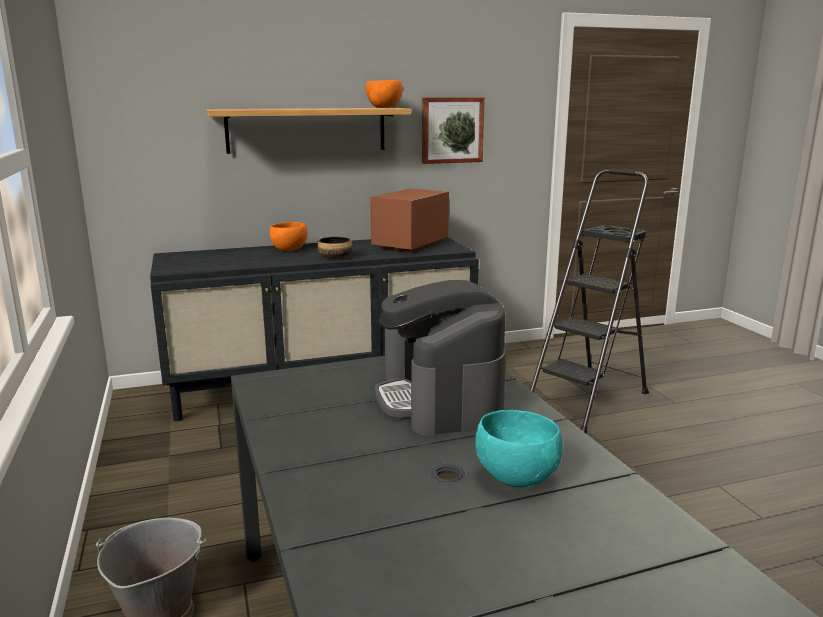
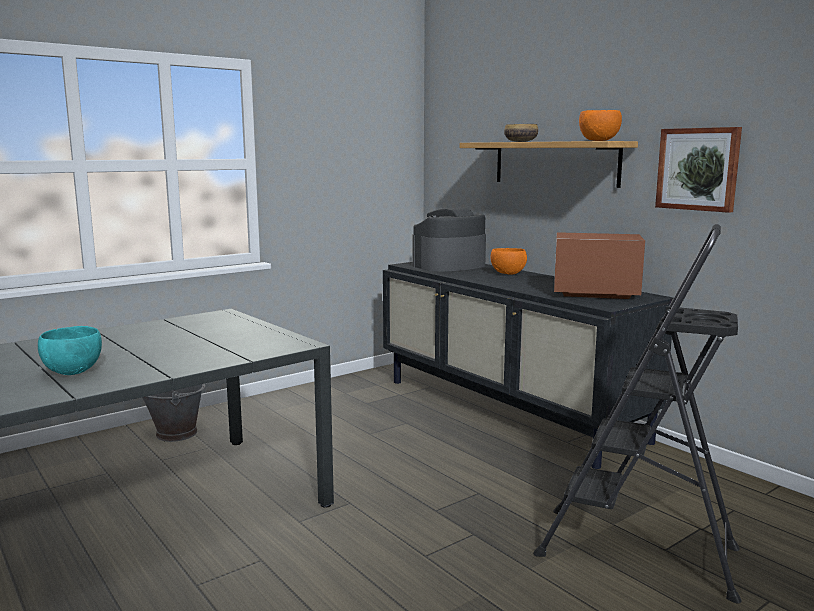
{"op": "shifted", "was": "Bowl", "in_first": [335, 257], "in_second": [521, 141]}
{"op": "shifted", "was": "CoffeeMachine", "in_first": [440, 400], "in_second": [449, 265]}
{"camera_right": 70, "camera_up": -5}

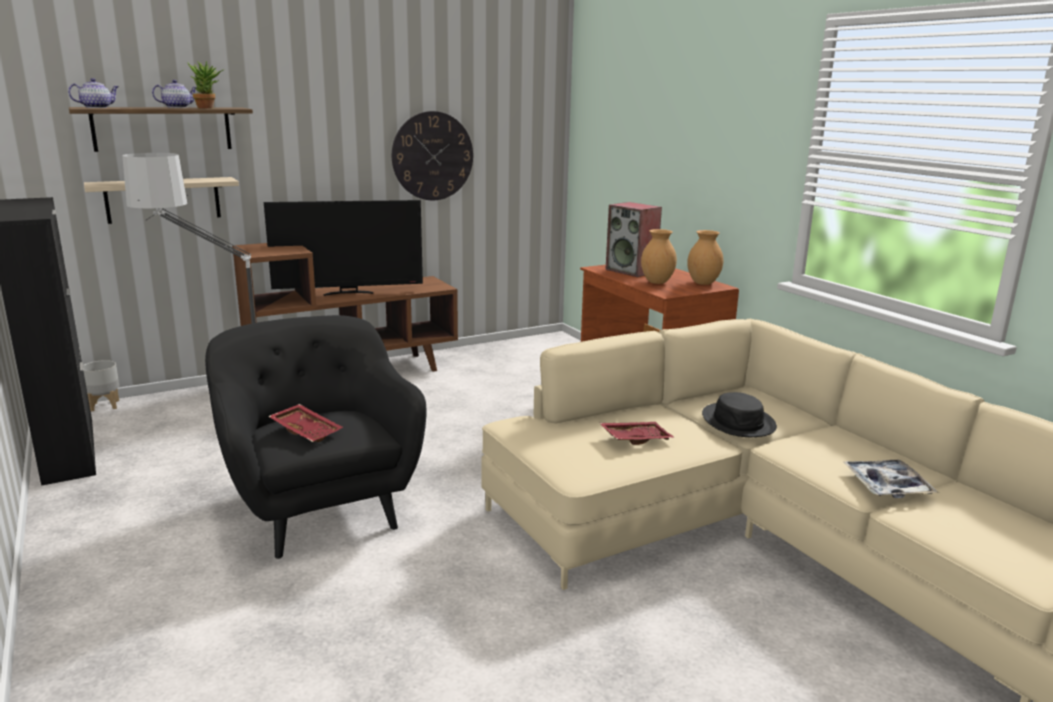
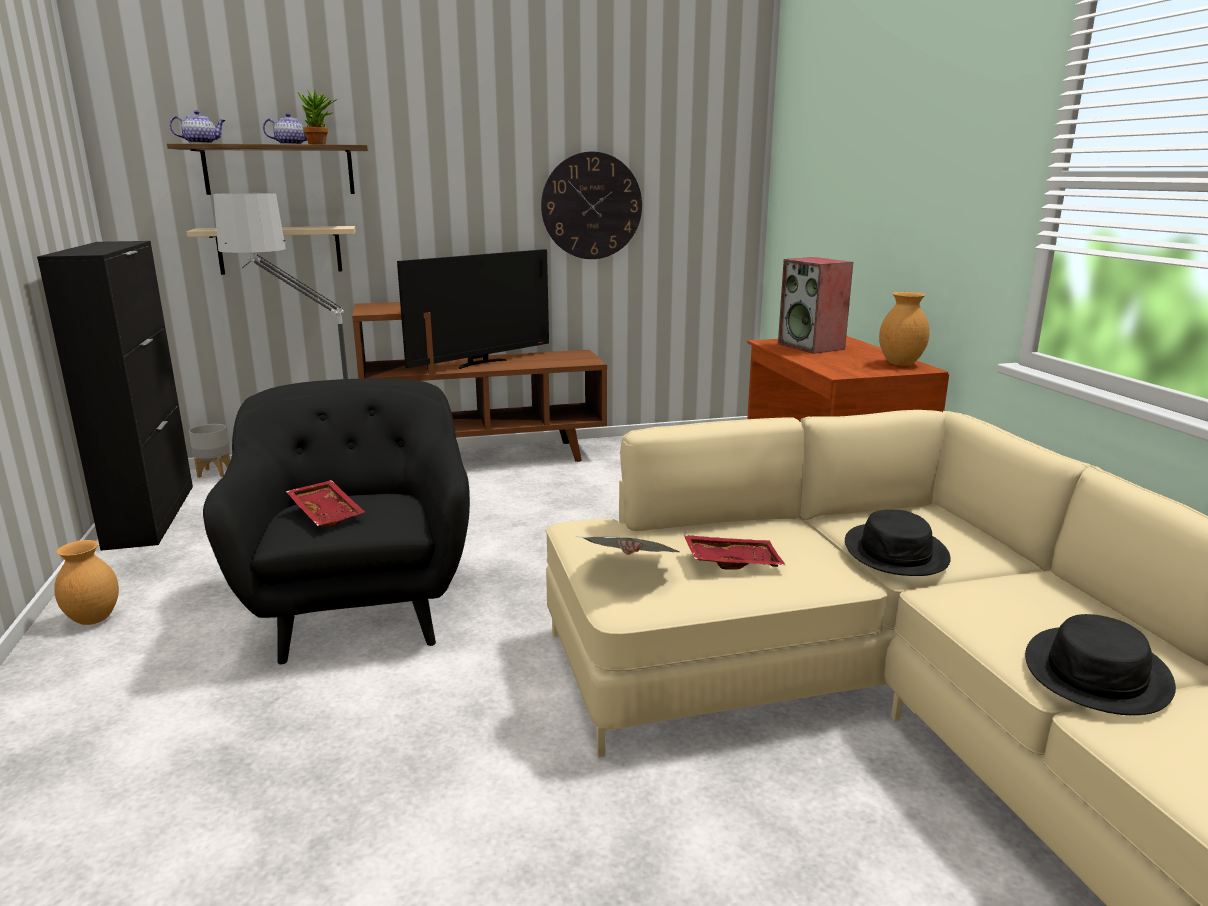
{"op": "new", "now": "Newspaper", "in_second": [630, 570]}
{"op": "shifted", "was": "BrownVase", "in_first": [656, 282], "in_second": [94, 619]}
{"op": "swapped", "was": "Tray", "now": "BlackHat", "in_first": [887, 485], "in_second": [1097, 673]}
{"op": "rotated", "was": "Television", "in_first": [349, 293], "in_second": [480, 363], "clockwise": -45}
{"camera_right": 15, "camera_up": 0}

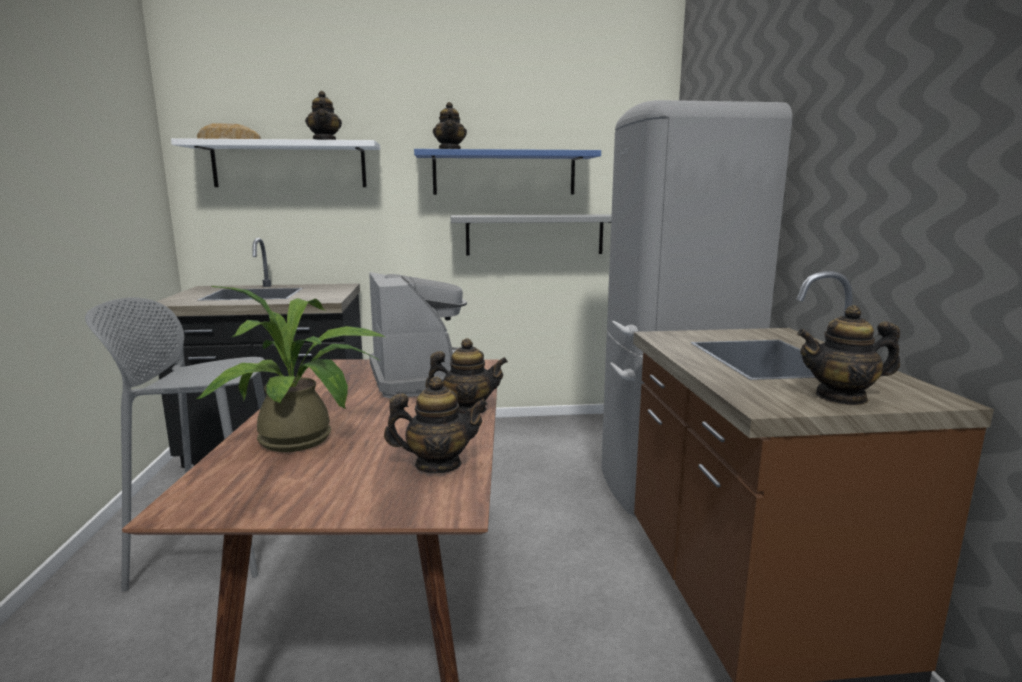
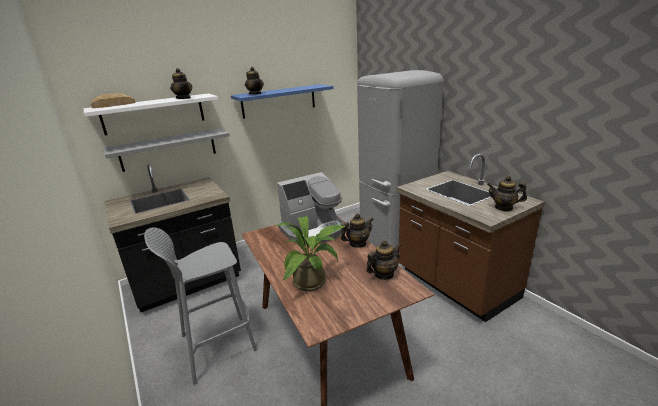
{"op": "shifted", "was": "GreyShelf", "in_first": [535, 234], "in_second": [168, 149]}
{"op": "rotated", "was": "CoffeeMachine", "in_first": [425, 377], "in_second": [313, 230], "clockwise": 105}
{"op": "rotated", "was": "Teapot", "in_first": [841, 397], "in_second": [503, 207], "clockwise": 45}
{"camera_right": -25, "camera_up": 10}

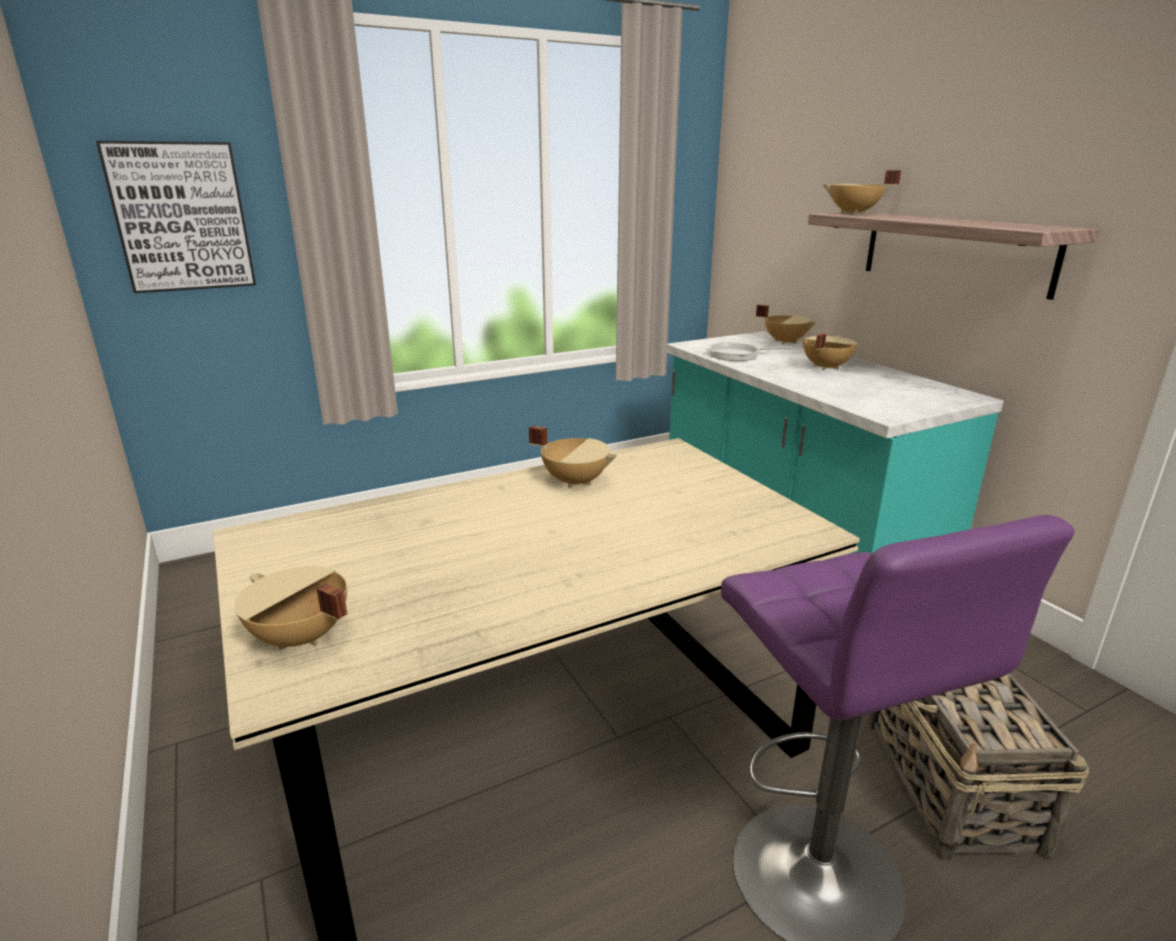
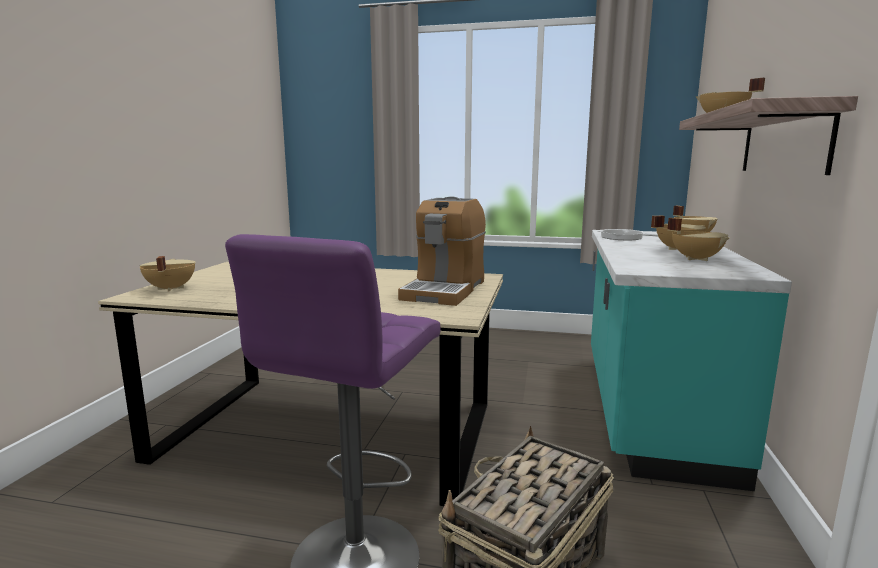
{"op": "gone", "was": "Picture", "in_first": [181, 217]}
{"op": "new", "now": "CoffeeMachine", "in_second": [445, 290]}
{"op": "shifted", "was": "BeigeCookingPot", "in_first": [575, 481], "in_second": [696, 259]}
{"camera_right": 40, "camera_up": -10}

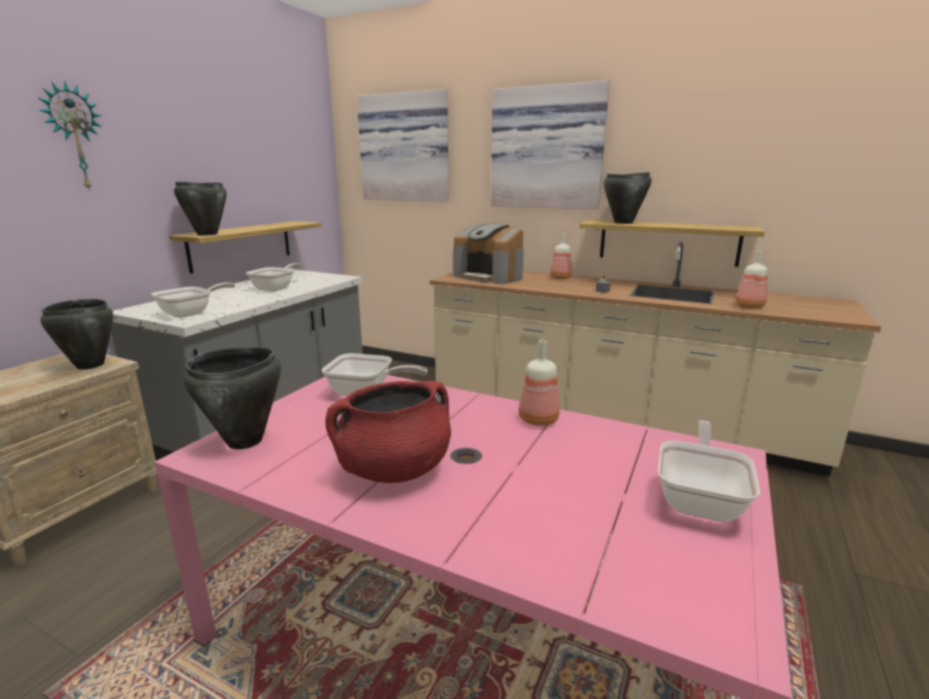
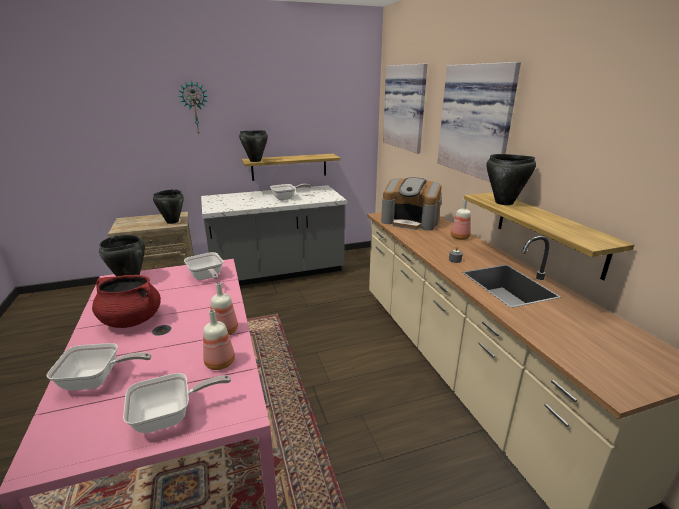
{"op": "shifted", "was": "FryingPan", "in_first": [191, 313], "in_second": [97, 380]}
{"op": "shifted", "was": "Bottle", "in_first": [749, 306], "in_second": [221, 362]}
{"op": "rotated", "was": "CoffeeMachine", "in_first": [489, 277], "in_second": [410, 221], "clockwise": -60}
{"camera_right": 45, "camera_up": 5}

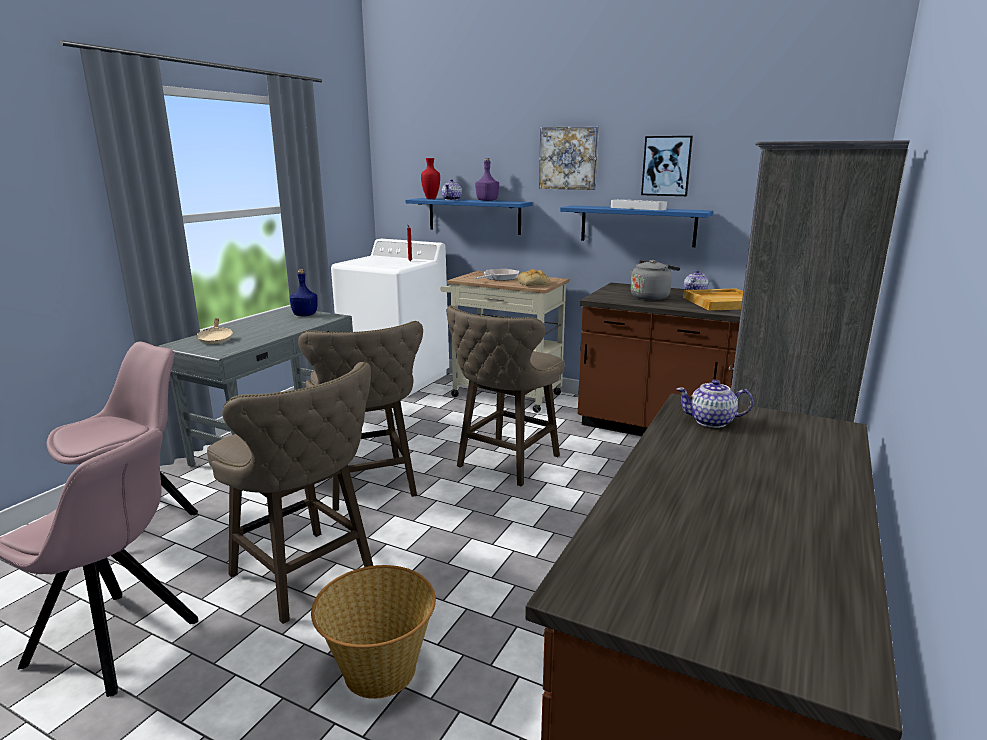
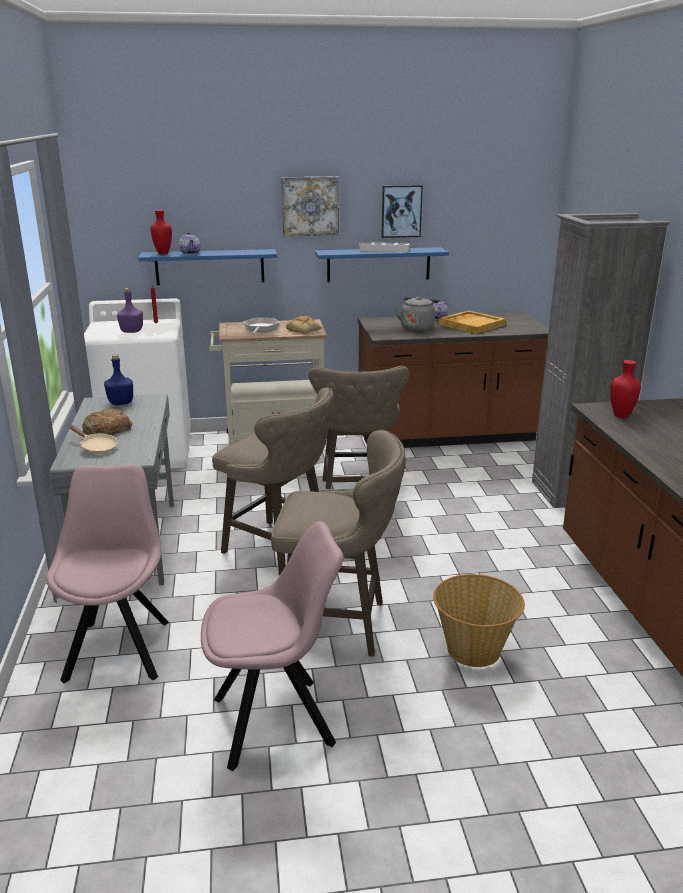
{"op": "new", "now": "Bread", "in_second": [106, 429]}
{"op": "shifted", "was": "PurpleBottle", "in_first": [486, 200], "in_second": [131, 331]}
{"op": "swapped", "was": "Teapot", "now": "RedVase", "in_first": [712, 422], "in_second": [622, 416]}
{"camera_right": -35, "camera_up": 5}

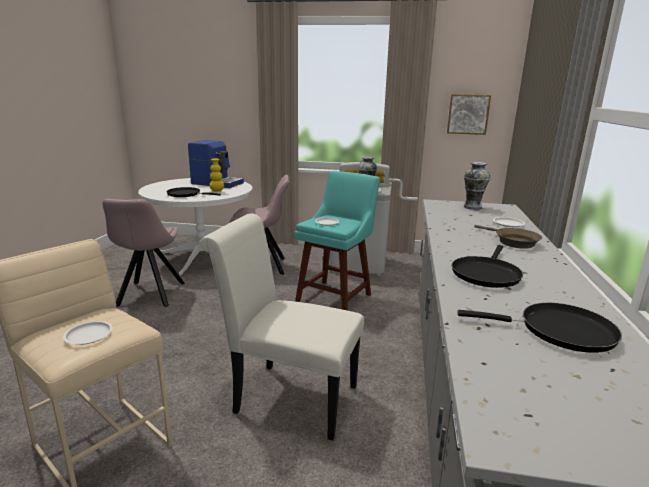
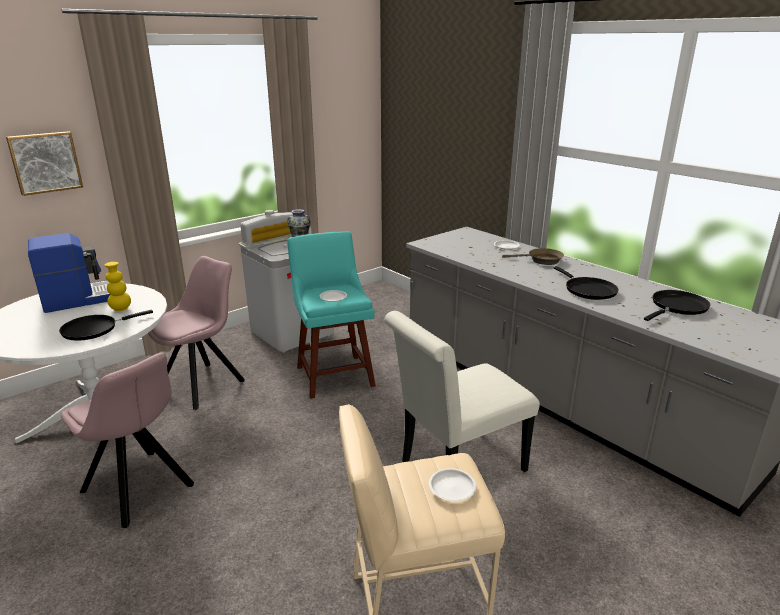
{"op": "gone", "was": "Vase", "in_first": [472, 207]}
{"op": "shifted", "was": "Picture", "in_first": [468, 114], "in_second": [45, 162]}
{"camera_right": -50, "camera_up": 5}

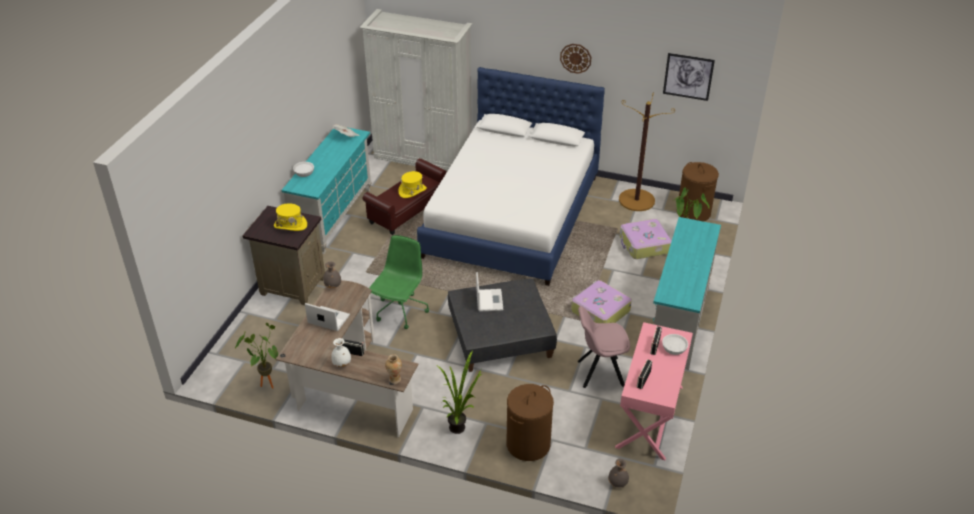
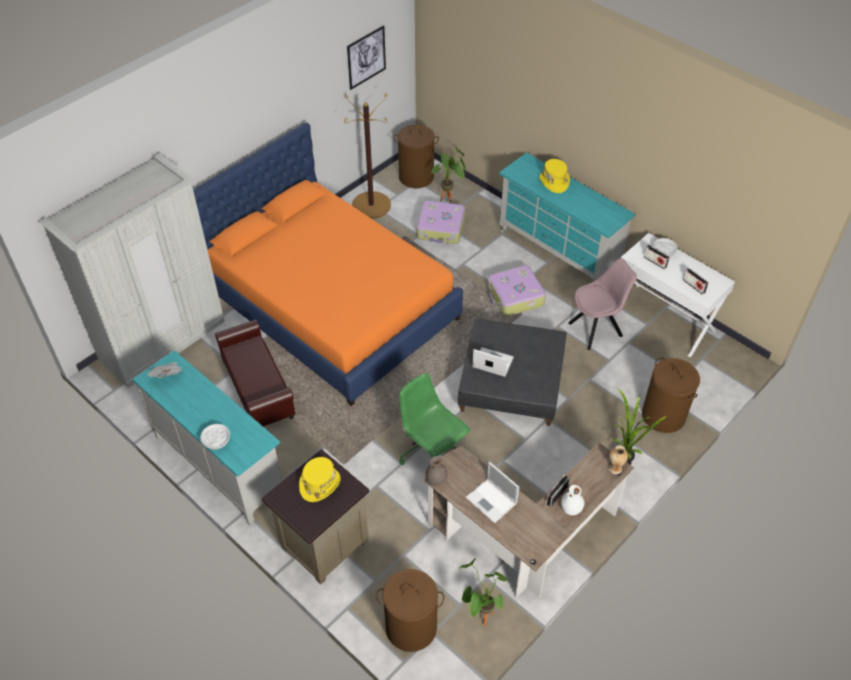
{"op": "gone", "was": "WallClock", "in_first": [575, 58]}
{"op": "gone", "was": "GreyVase", "in_first": [618, 483]}
{"op": "new", "now": "BrownLaundryBasket", "in_second": [411, 627]}
{"op": "shifted", "was": "YellowHat", "in_first": [412, 191], "in_second": [554, 182]}
{"op": "repainted", "was": "WhiteBed", "now": "OrangeBed", "in_first": [512, 216], "in_second": [331, 304]}
{"op": "repainted", "was": "PinkDesk", "now": "WhiteDesk", "in_first": [650, 416], "in_second": [663, 319]}
{"op": "rotated", "was": "Laptop", "in_first": [328, 319], "in_second": [492, 501], "clockwise": -90}
{"op": "rotated", "was": "PinkChair", "in_first": [600, 373], "in_second": [596, 330], "clockwise": -135}
{"camera_right": -65, "camera_up": 10}

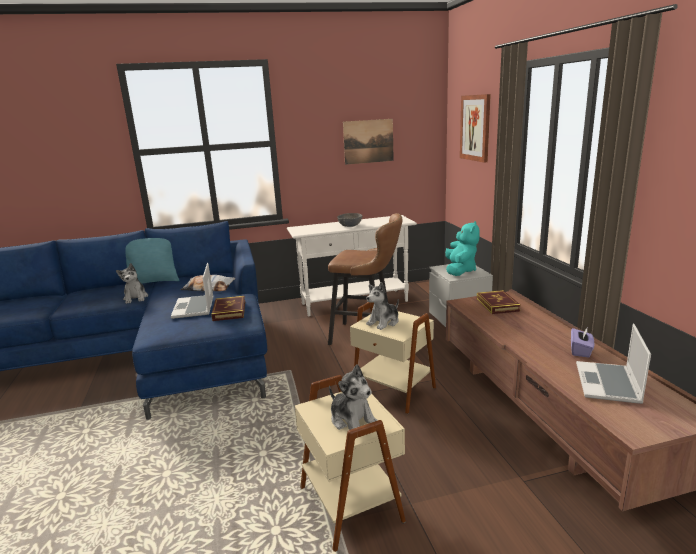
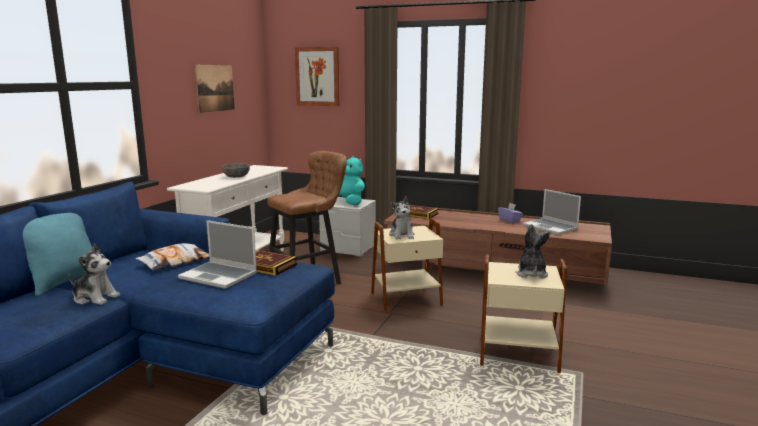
{"op": "rotated", "was": "PlushToy", "in_first": [352, 420], "in_second": [531, 274], "clockwise": -75}
{"camera_right": -55, "camera_up": -5}

